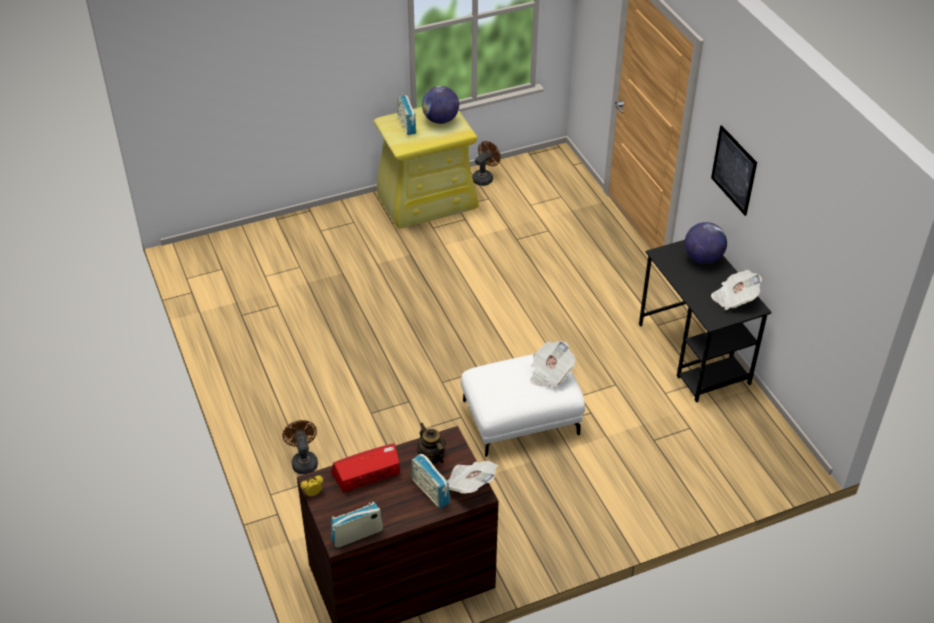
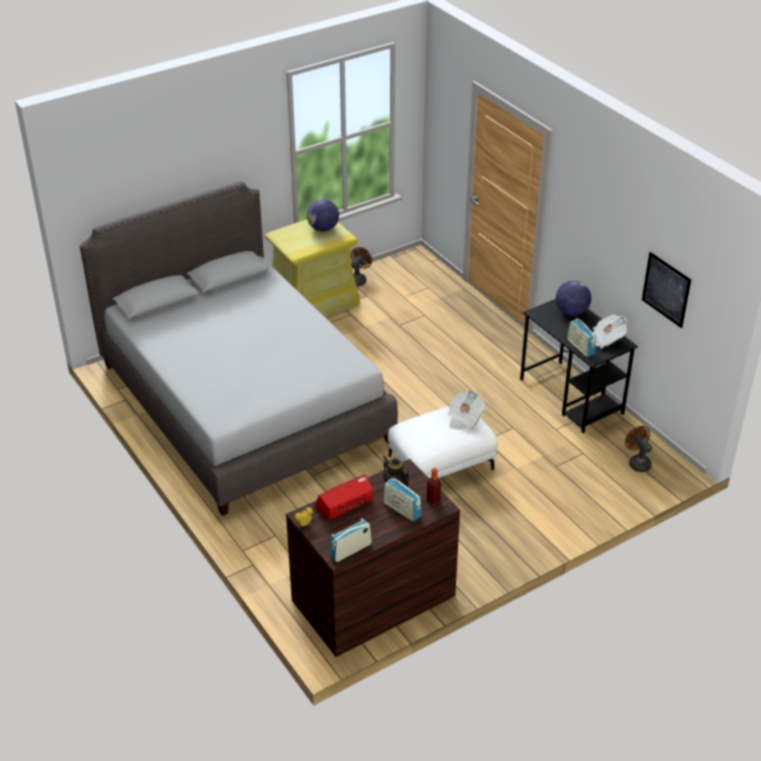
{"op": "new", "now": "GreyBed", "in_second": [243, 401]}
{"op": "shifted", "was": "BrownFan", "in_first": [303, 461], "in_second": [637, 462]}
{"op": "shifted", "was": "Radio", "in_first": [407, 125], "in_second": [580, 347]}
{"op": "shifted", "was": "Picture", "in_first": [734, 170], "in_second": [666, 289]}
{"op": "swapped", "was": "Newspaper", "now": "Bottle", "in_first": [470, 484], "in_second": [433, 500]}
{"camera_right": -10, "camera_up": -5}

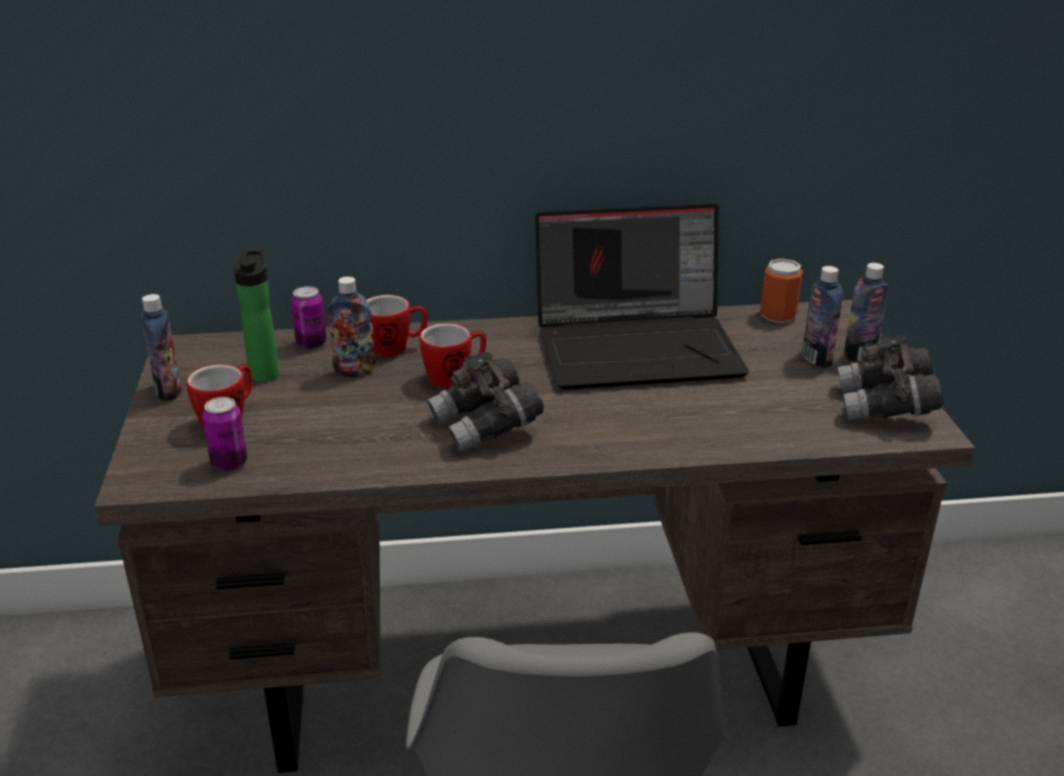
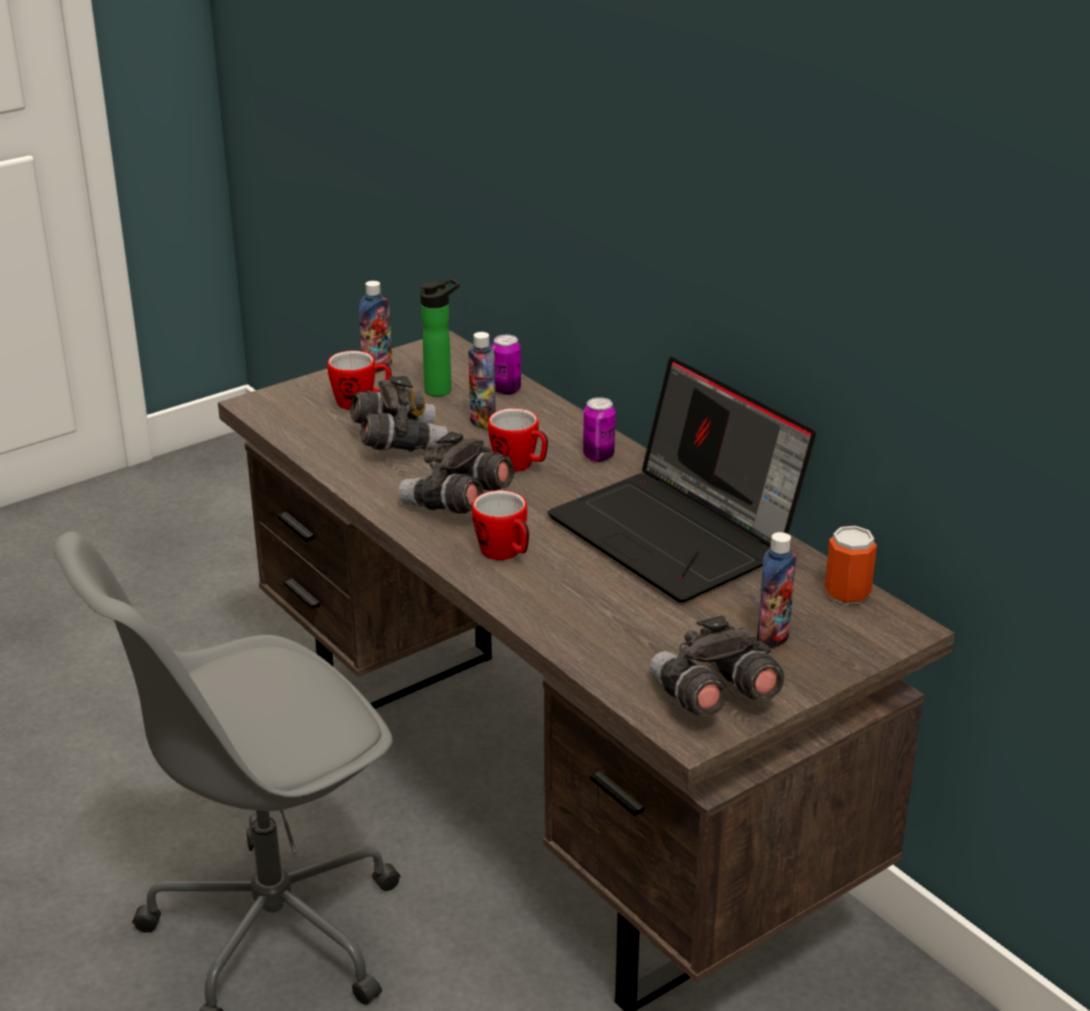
{"op": "gone", "was": "Bottle", "in_first": [859, 355]}
{"op": "new", "now": "GreyBinoculars", "in_second": [398, 443]}
{"op": "shifted", "was": "Can", "in_first": [229, 463], "in_second": [598, 456]}
{"op": "shifted", "was": "Mug", "in_first": [396, 348], "in_second": [505, 554]}
{"camera_right": 60, "camera_up": 0}

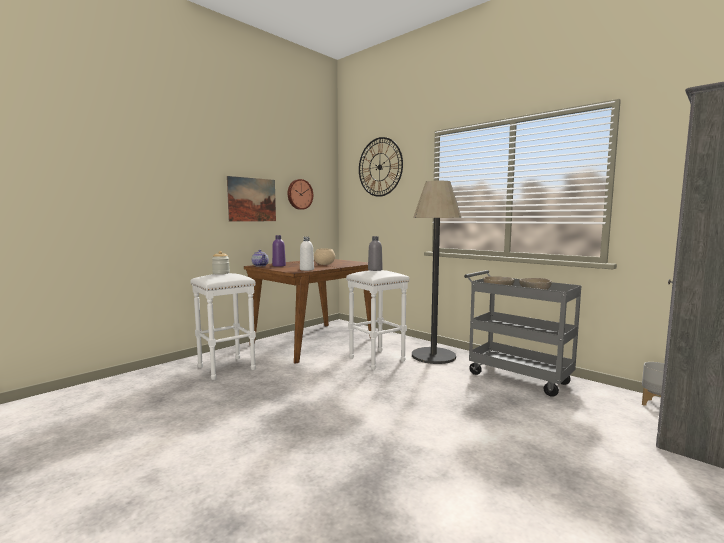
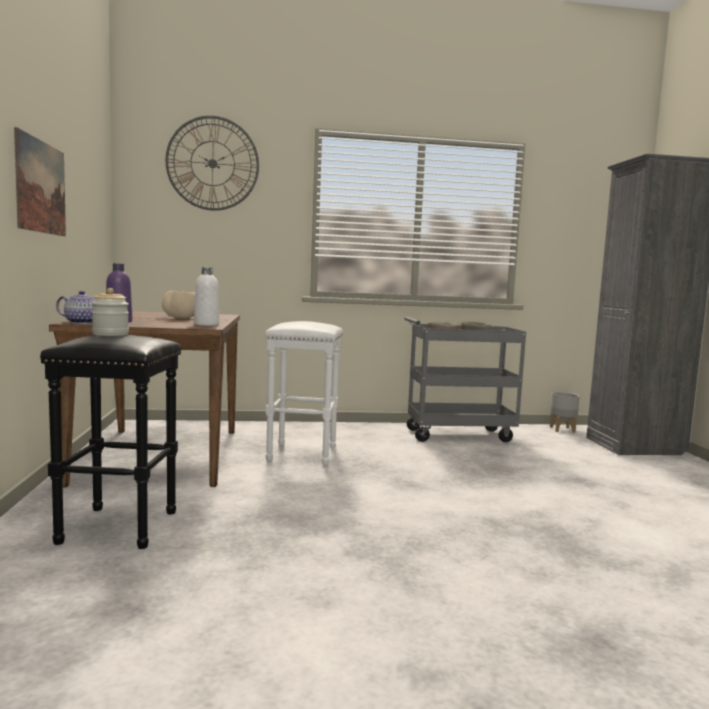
{"op": "gone", "was": "WallClock", "in_first": [299, 194]}
{"op": "gone", "was": "GreyBottle", "in_first": [375, 270]}
{"op": "gone", "was": "FloorLamp", "in_first": [433, 356]}
{"op": "repainted", "was": "WhiteStool", "now": "BlackStool", "in_first": [225, 368], "in_second": [115, 527]}
{"camera_right": -50, "camera_up": 0}

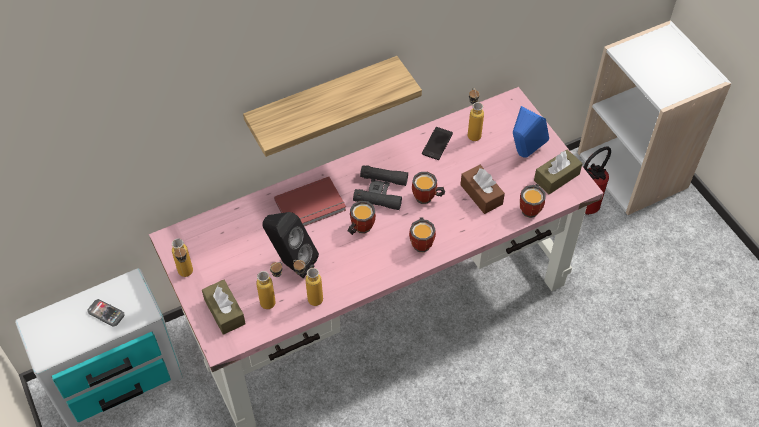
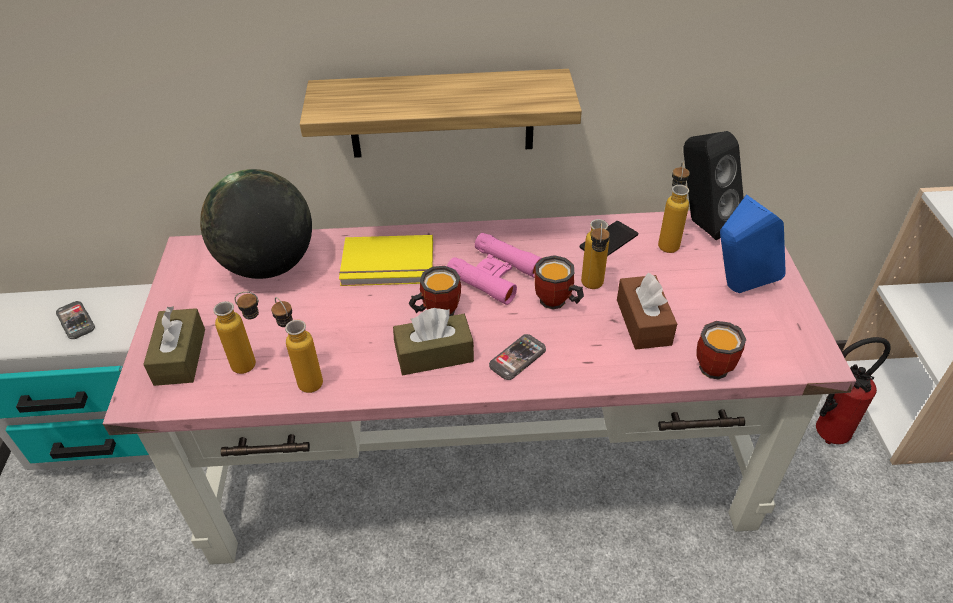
{"op": "new", "now": "Globe", "in_second": [269, 265]}
{"op": "shifted", "was": "Bottle", "in_first": [187, 276], "in_second": [592, 289]}
{"op": "shifted", "was": "BlackSpeaker", "in_first": [291, 263], "in_second": [700, 224]}
{"op": "shifted", "was": "BrownTissueBox", "in_first": [556, 177], "in_second": [434, 354]}
{"op": "swapped", "was": "Mug", "now": "Phone", "in_first": [423, 242], "in_second": [517, 358]}
{"op": "repainted", "was": "RedBook", "now": "YellowBook", "in_first": [311, 206], "in_second": [388, 265]}
{"op": "repainted", "was": "BlackBinoculars", "now": "PinkBinoculars", "in_first": [380, 191], "in_second": [494, 274]}
{"camera_right": 25, "camera_up": -10}

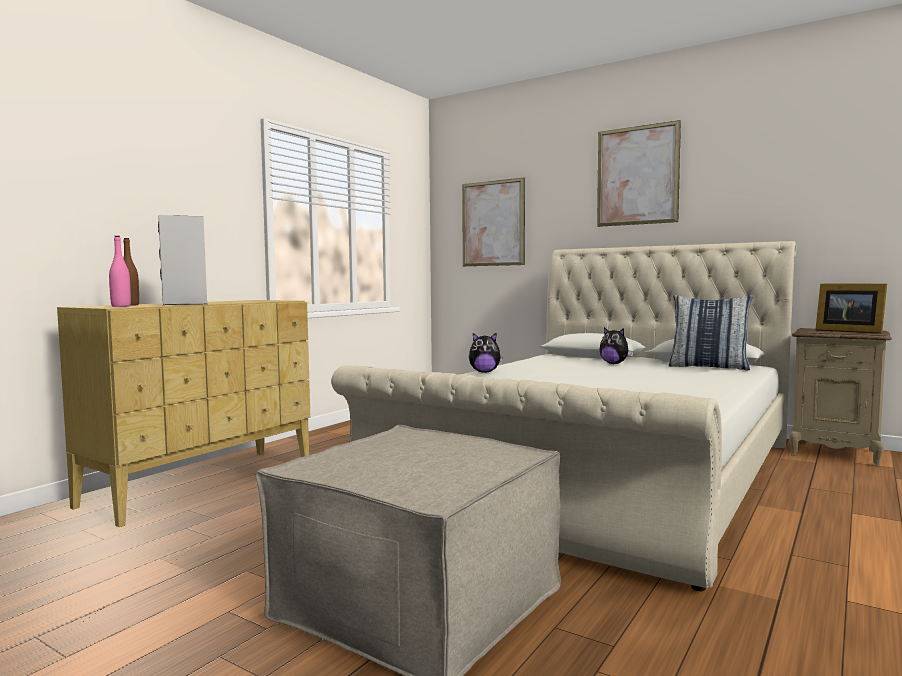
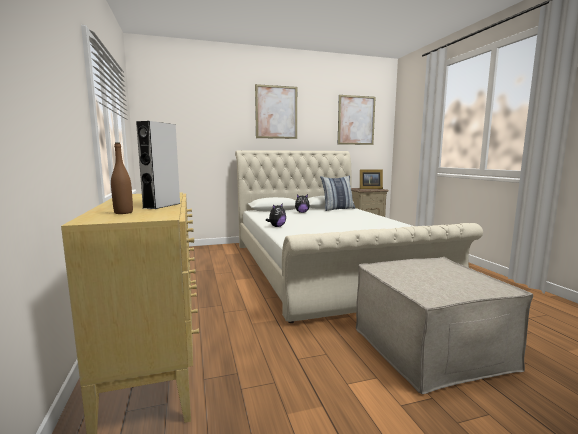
{"op": "gone", "was": "PinkBottle", "in_first": [121, 306]}
{"op": "shifted", "was": "Picture", "in_first": [493, 223], "in_second": [356, 120]}
{"camera_right": -50, "camera_up": 5}

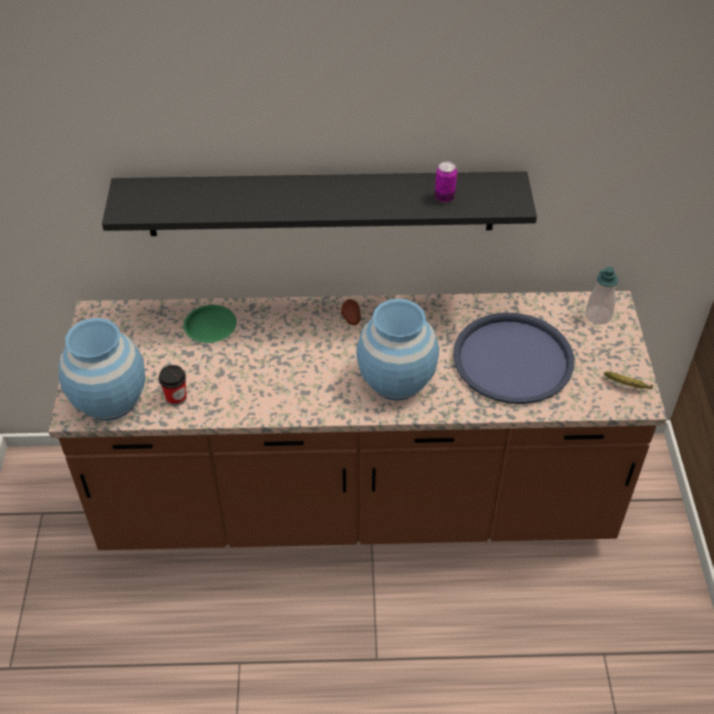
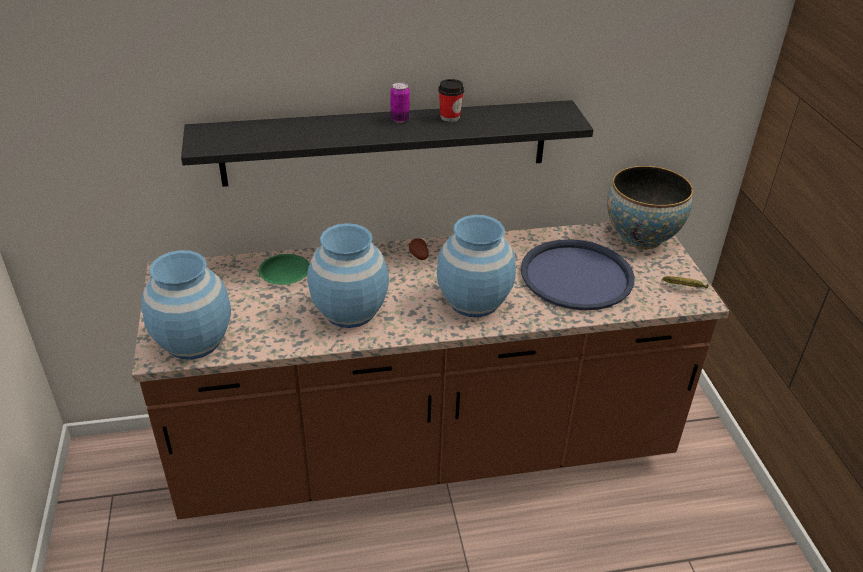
{"op": "new", "now": "BlueVase", "in_second": [350, 311]}
{"op": "shifted", "was": "Cup", "in_first": [176, 398], "in_second": [450, 117]}
{"op": "shifted", "was": "Can", "in_first": [444, 197], "in_second": [400, 119]}
{"op": "swapped", "was": "SoapDispenser", "now": "Bowl", "in_first": [598, 316], "in_second": [641, 237]}
{"camera_right": -10, "camera_up": -10}

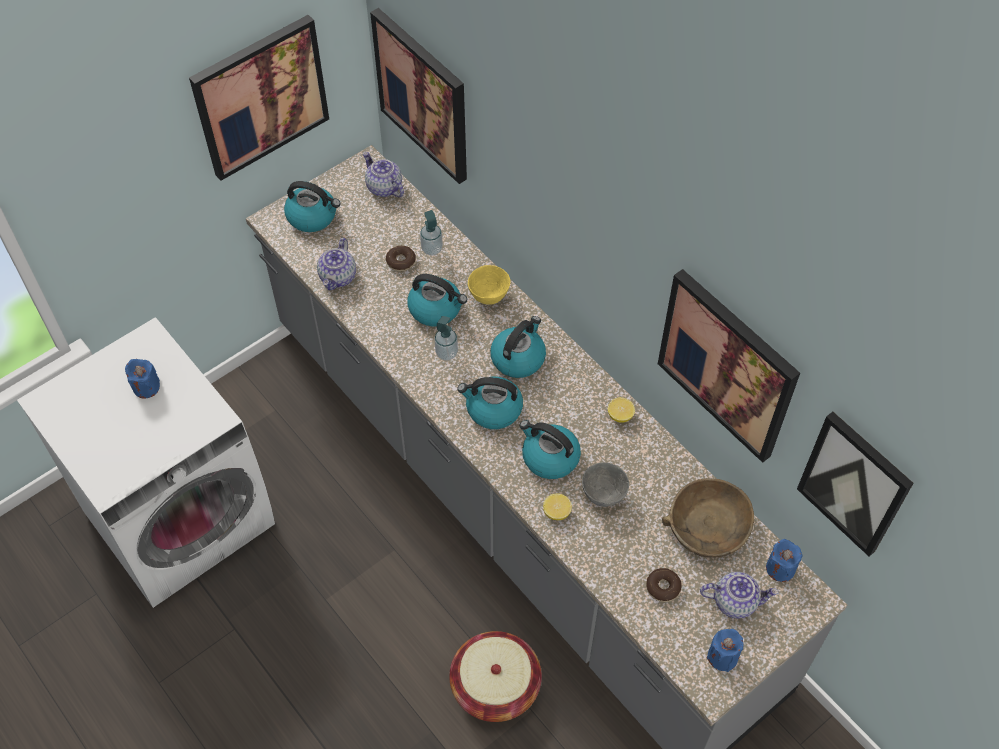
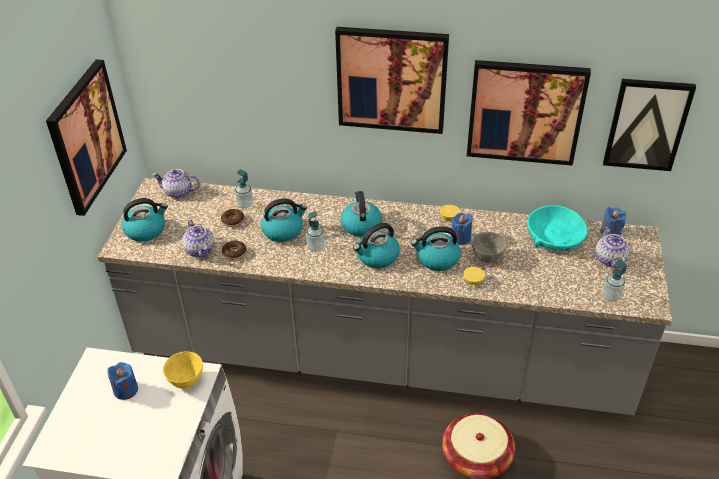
{"op": "new", "now": "SoapDispenser", "in_second": [611, 297]}
{"op": "shifted", "was": "Picture", "in_first": [423, 95], "in_second": [391, 79]}
{"op": "shifted", "was": "YellowBowl", "in_first": [488, 296], "in_second": [185, 381]}
{"op": "shifted", "was": "Donut", "in_first": [663, 587], "in_second": [234, 253]}
{"op": "shifted", "was": "BlueCandle", "in_first": [722, 656], "in_second": [460, 238]}
{"op": "repainted", "was": "BrownBowl", "now": "TurquoiseBowl", "in_first": [708, 526], "in_second": [555, 237]}
{"op": "rotated", "was": "Teapot", "in_first": [735, 601], "in_second": [610, 260], "clockwise": 120}
{"camera_right": -40, "camera_up": -15}

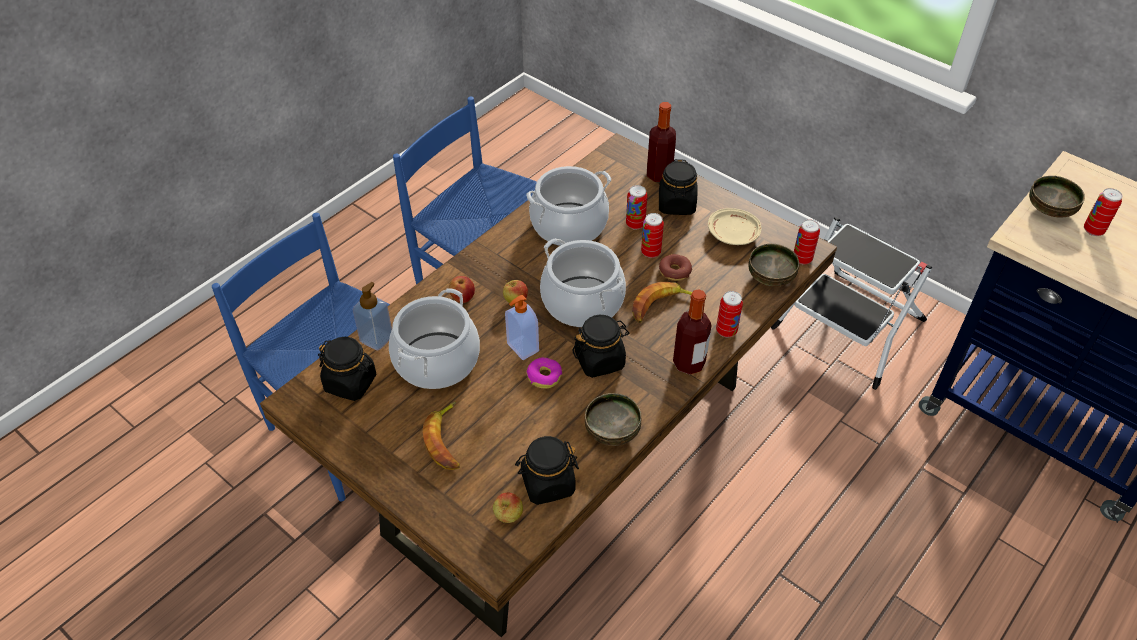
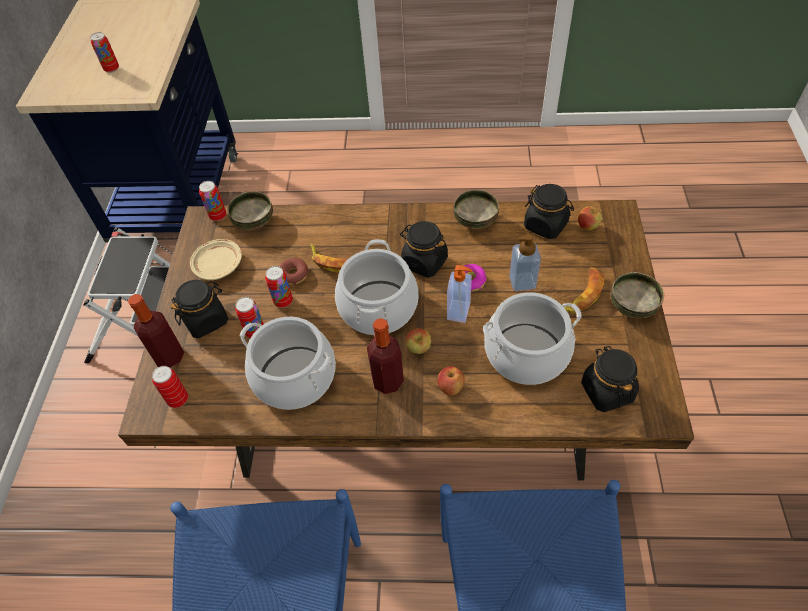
{"op": "shifted", "was": "SoapDispenser", "in_first": [376, 339], "in_second": [522, 282]}
{"op": "shifted", "was": "Bottle", "in_first": [689, 363], "in_second": [388, 381]}
{"op": "shifted", "was": "Can", "in_first": [726, 331], "in_second": [178, 399]}
{"op": "shifted", "was": "Bowl", "in_first": [1050, 210], "in_second": [632, 306]}
{"camera_right": -125, "camera_up": 5}

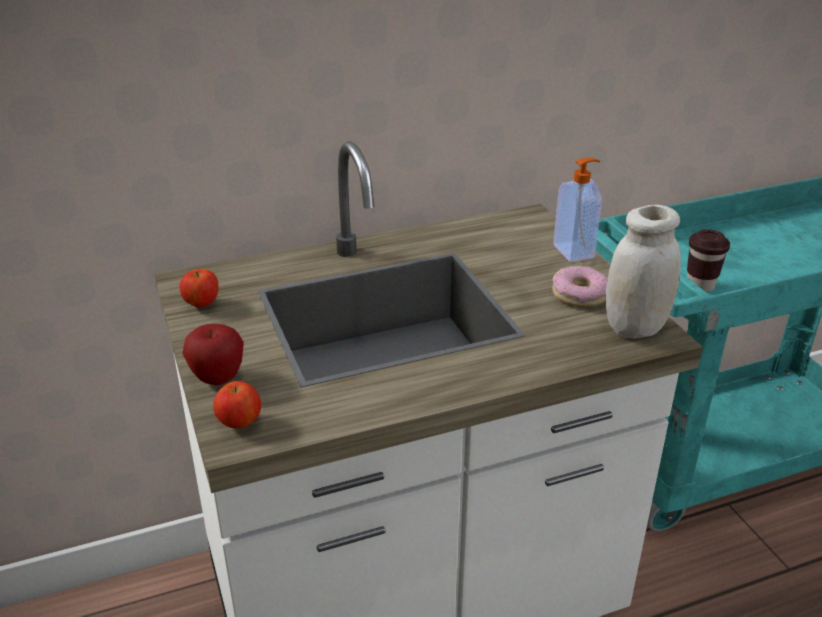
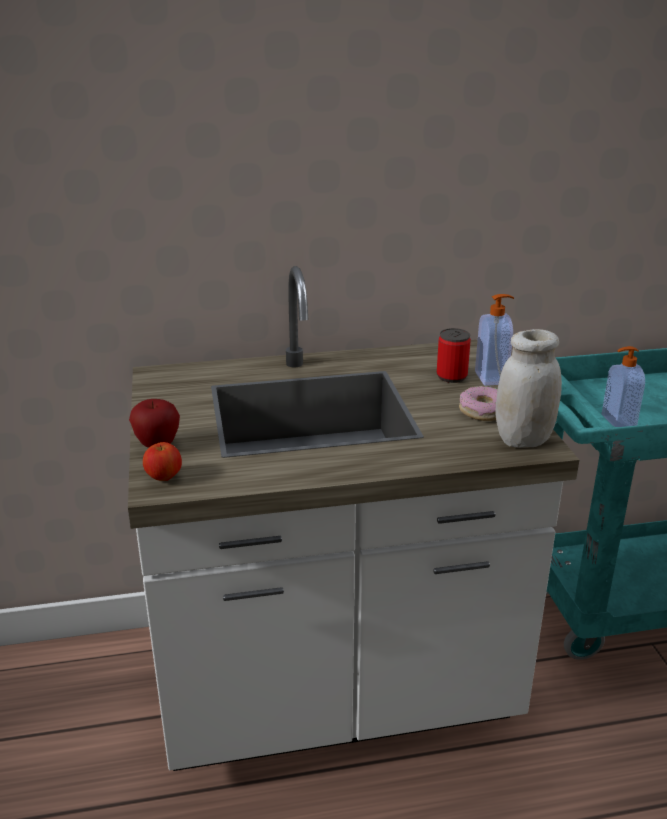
{"op": "gone", "was": "Apple", "in_first": [202, 304]}
{"op": "new", "now": "Can", "in_second": [451, 376]}
{"op": "swapped", "was": "BrownCup", "now": "SoapDispenser", "in_first": [700, 285], "in_second": [617, 423]}
{"camera_right": 10, "camera_up": -5}

